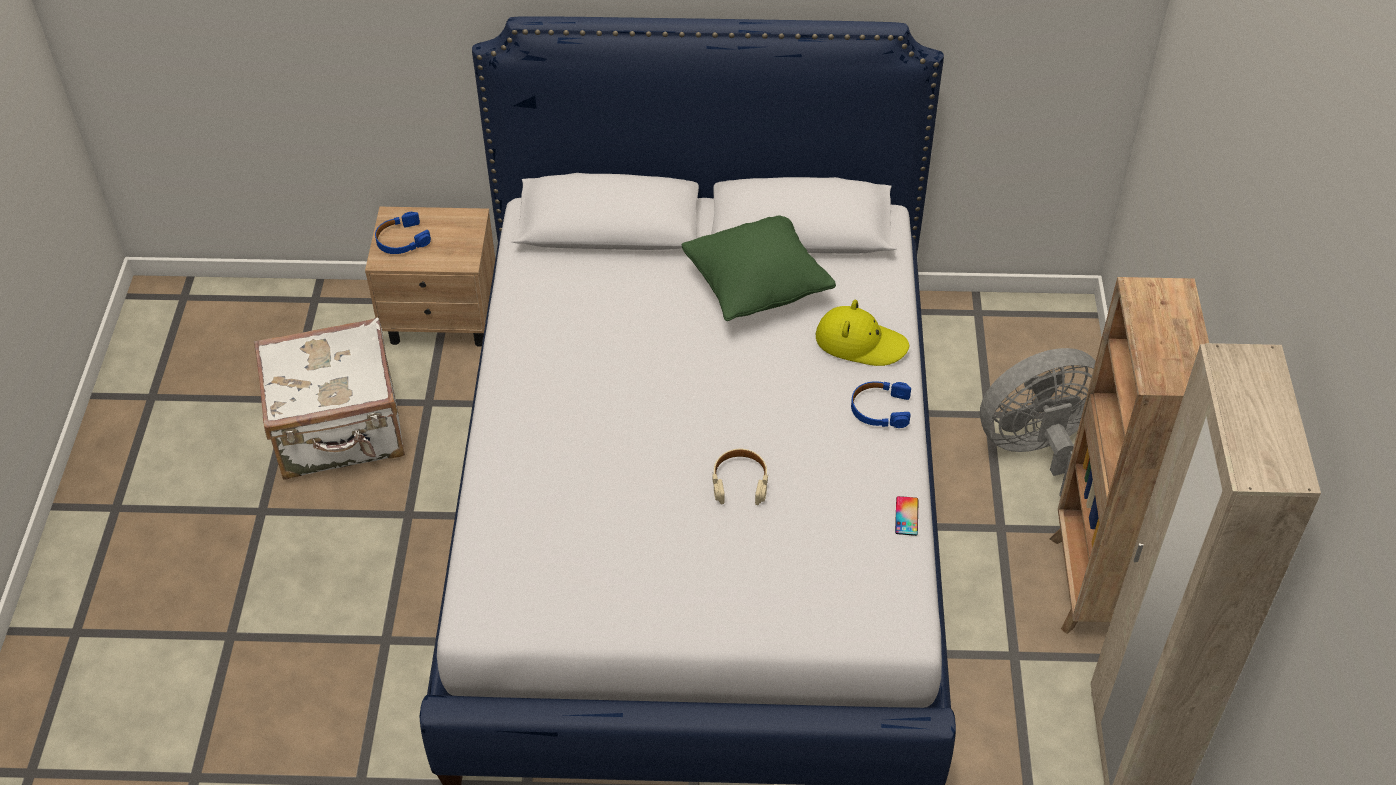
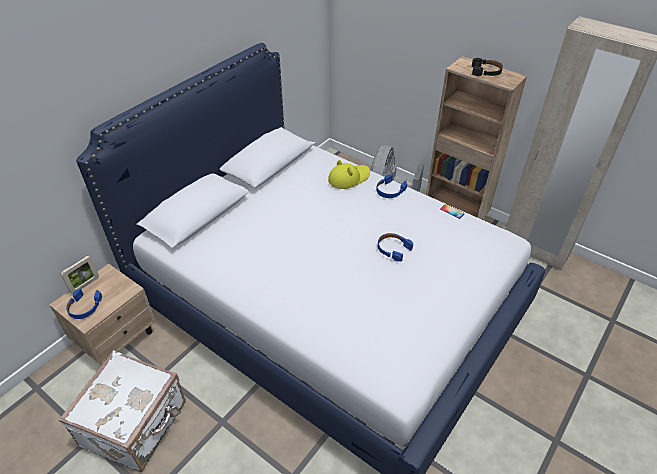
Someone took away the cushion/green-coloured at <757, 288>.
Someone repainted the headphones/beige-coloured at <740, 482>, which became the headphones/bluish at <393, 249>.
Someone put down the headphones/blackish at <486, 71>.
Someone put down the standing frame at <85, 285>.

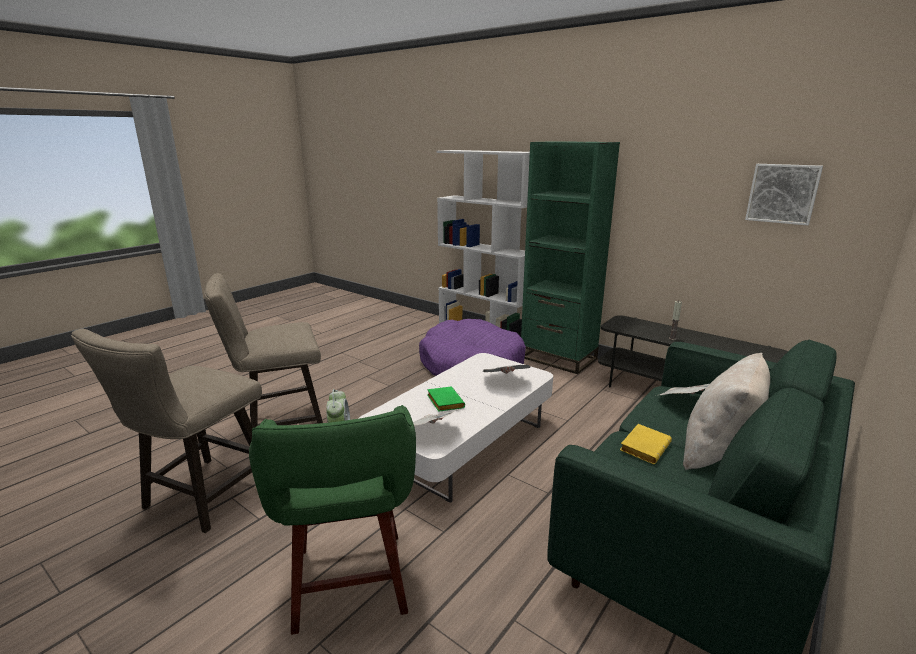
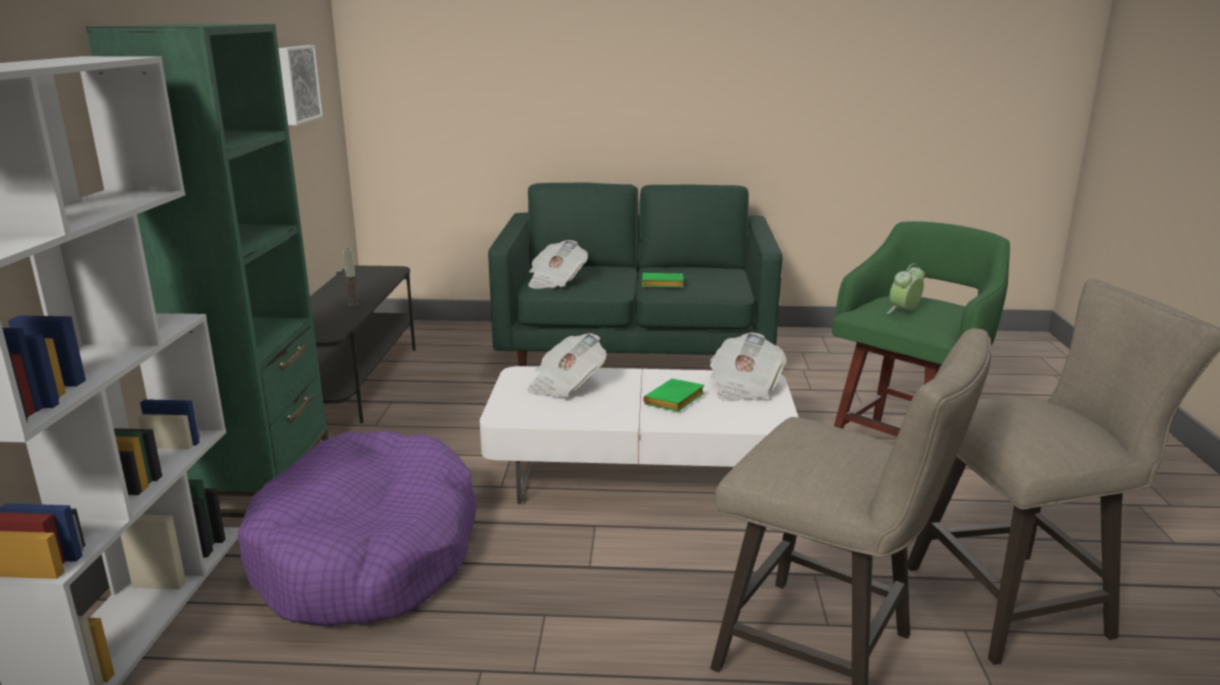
Someone took away the cushion/beige-coloured at <718, 452>.
Someone repainted the volume/yellowish at <644, 447>, which became the volume/green-coloured at <661, 285>.

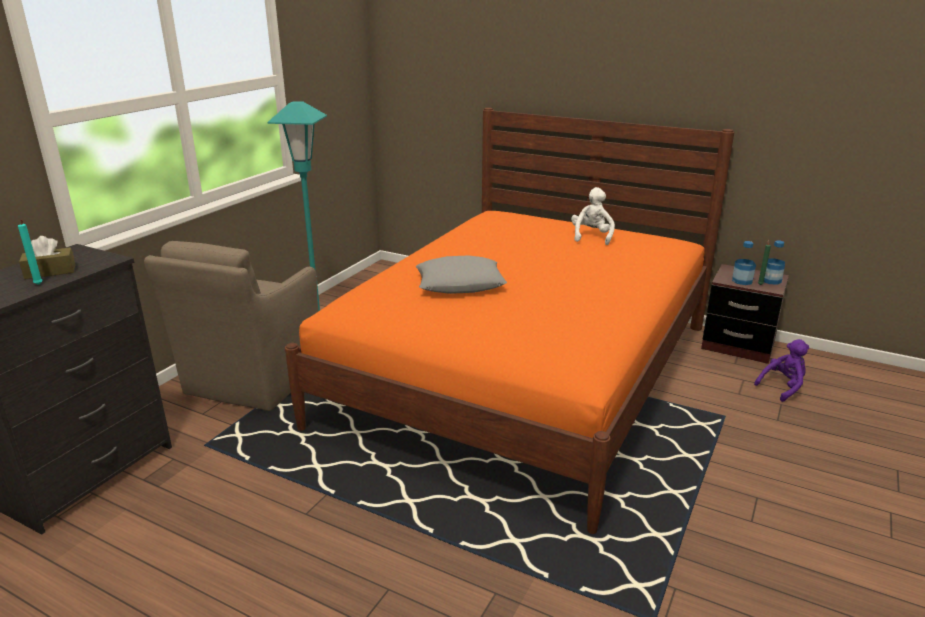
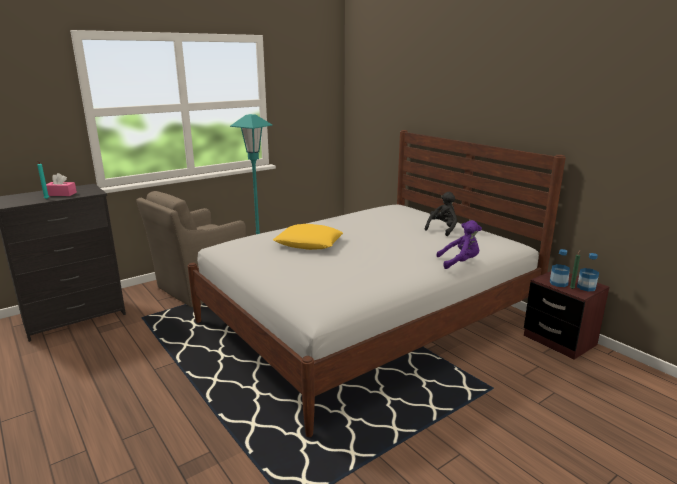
Someone repainted the bed/orange-coloured at <523, 373>, which became the bed/whitish at <367, 321>.
Someone repainted the cuddly toy/whitish at <591, 237>, which became the cuddly toy/blackish at <442, 229>.
Someone repainted the tissue box/brownish at <50, 272>, which became the tissue box/pink at <61, 194>.
Someone repainted the cushion/greyish at <459, 283>, which became the cushion/yellowish at <308, 243>.
Someone carried the cuddly toy/purplish from <782, 387> to <460, 262>.

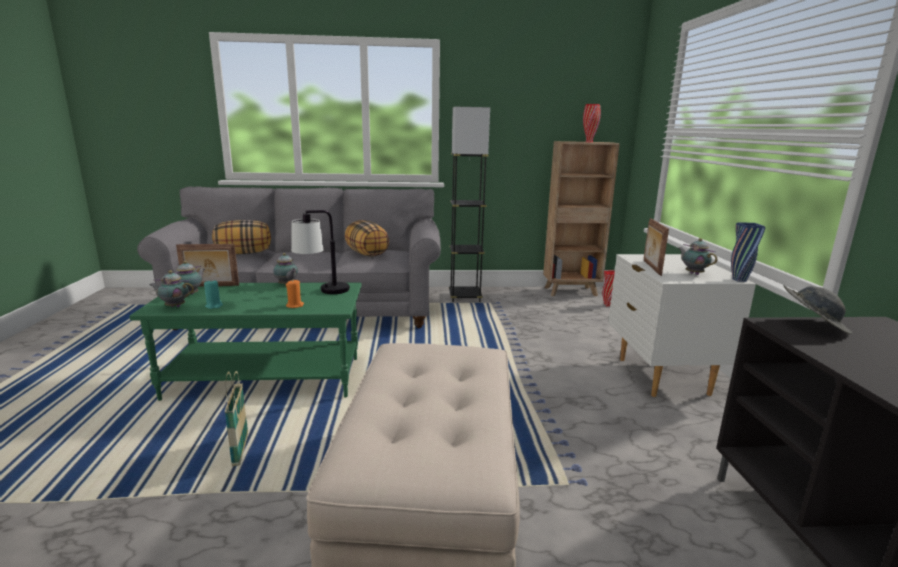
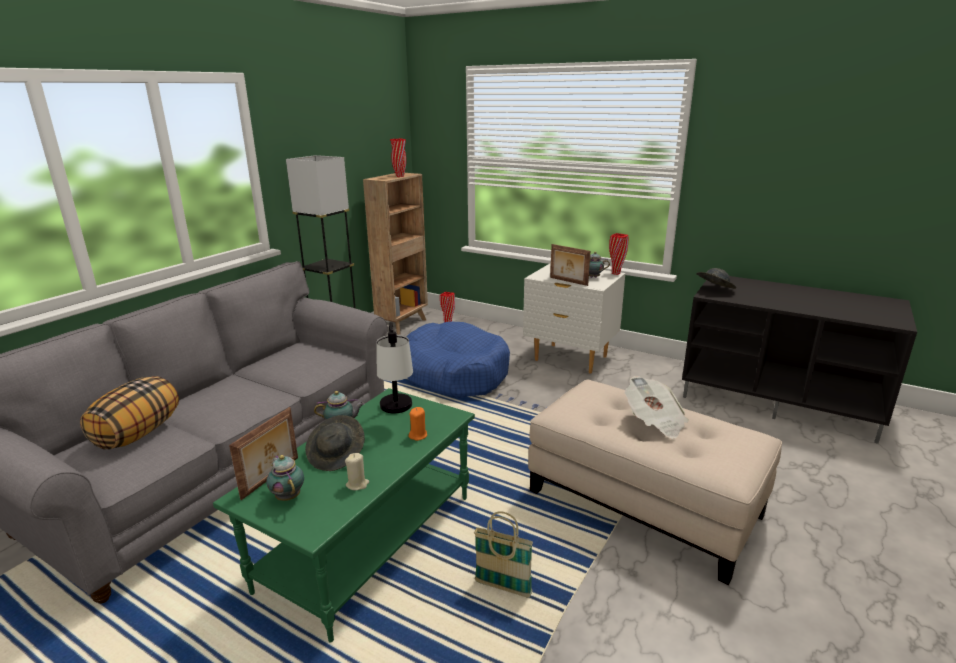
Someone took away the cushion at <367, 254>.
Someone repainted the decorative vase/bluish at <739, 280>, which became the decorative vase/reddish at <616, 273>.
Someone took away the teapot at <174, 306>.
Someone repainted the wax candle/turquoise-coloured at <214, 306>, which became the wax candle/beige-coloured at <357, 484>.
Someone put down the dog cushion/bluish at <454, 373>.
Someone put down the printed paper at <655, 421>.
Someone put down the clothing hat/greyish at <337, 455>.

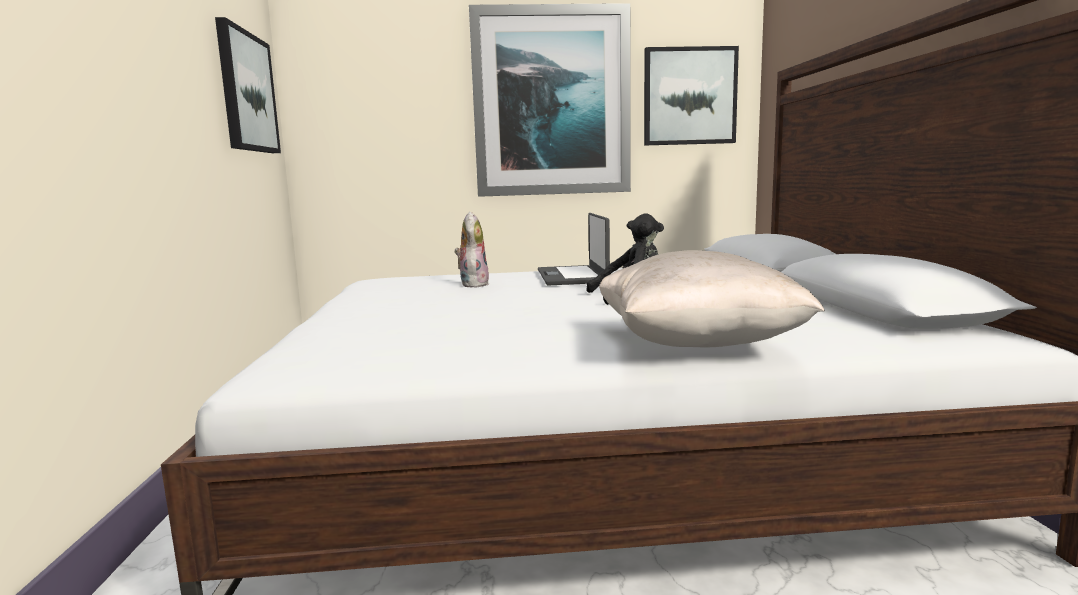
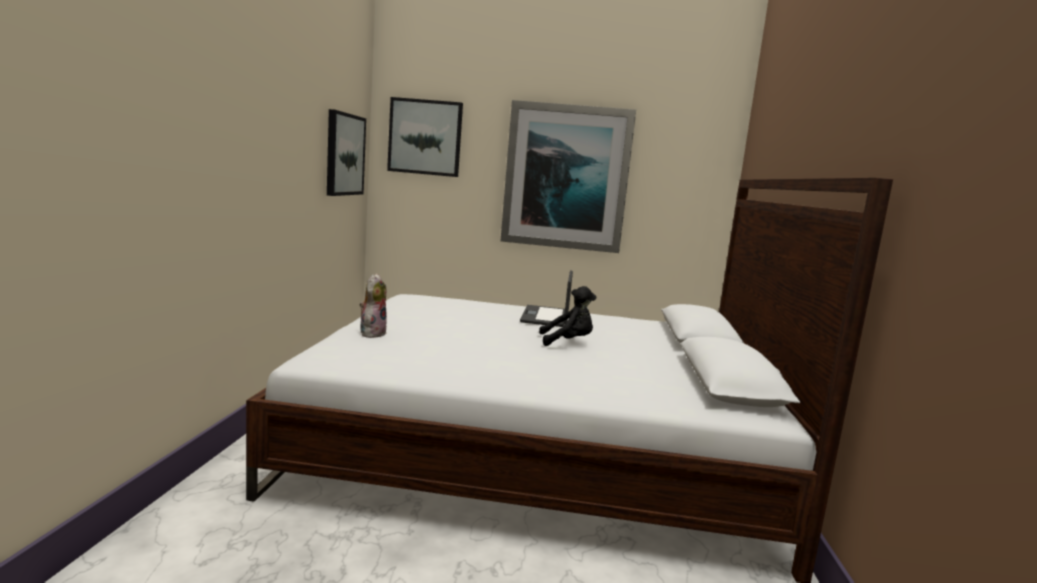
Someone carried the picture from <689, 96> to <425, 137>.
Someone carried the cuddly toy from <472, 284> to <372, 333>.
Someone took away the cushion/beige-coloured at <695, 344>.

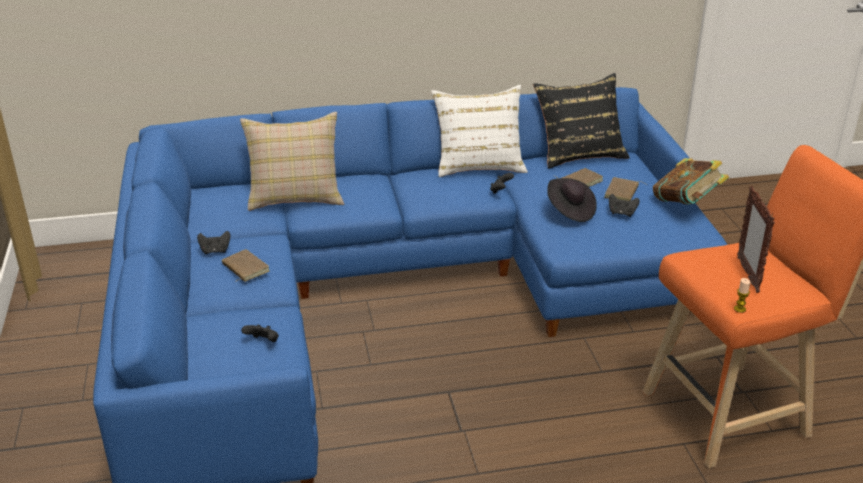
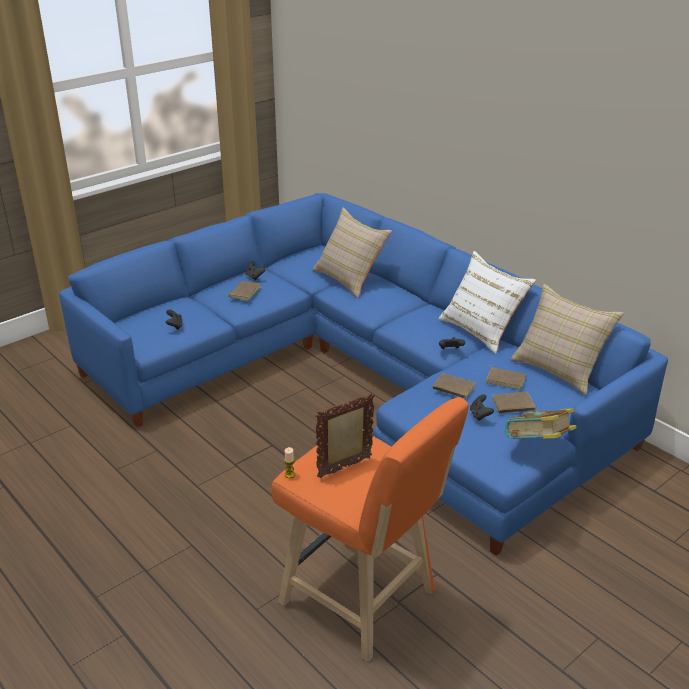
Someone repainted the cushion/blackish at <579, 154>, which became the cushion/beige-coloured at <559, 368>.
Someone swapped the clothing hat/blackish at <570, 211> for the volume/brownish at <453, 389>.

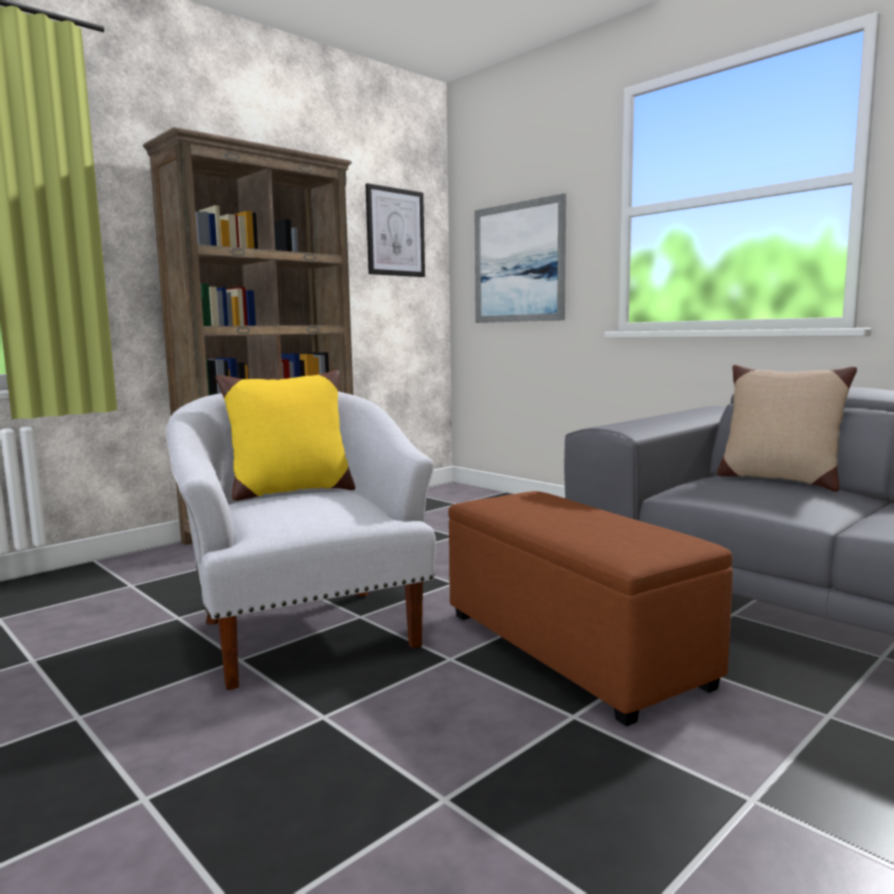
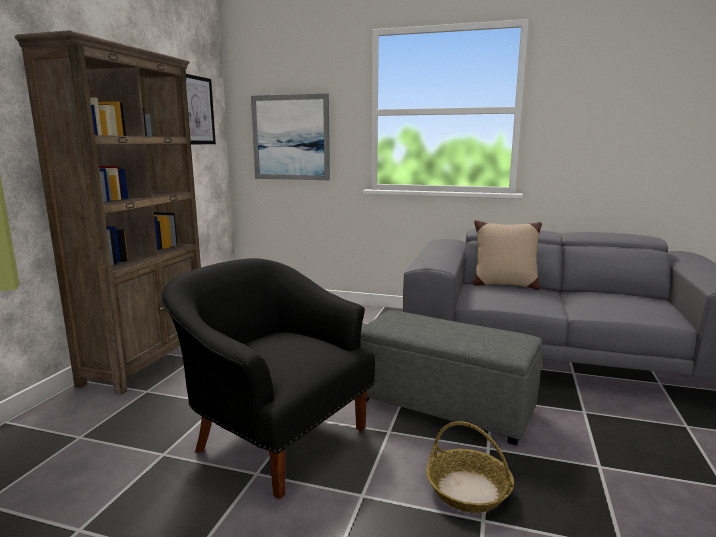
Someone took away the cushion/yellowish at <290, 492>.
Someone repainted the armchair/whitish at <307, 630>, which became the armchair/blackish at <276, 437>.
Someone repainted the footrest/brownish at <573, 649>, which became the footrest/greyish at <445, 406>.
Someone put down the household basket at <468, 490>.

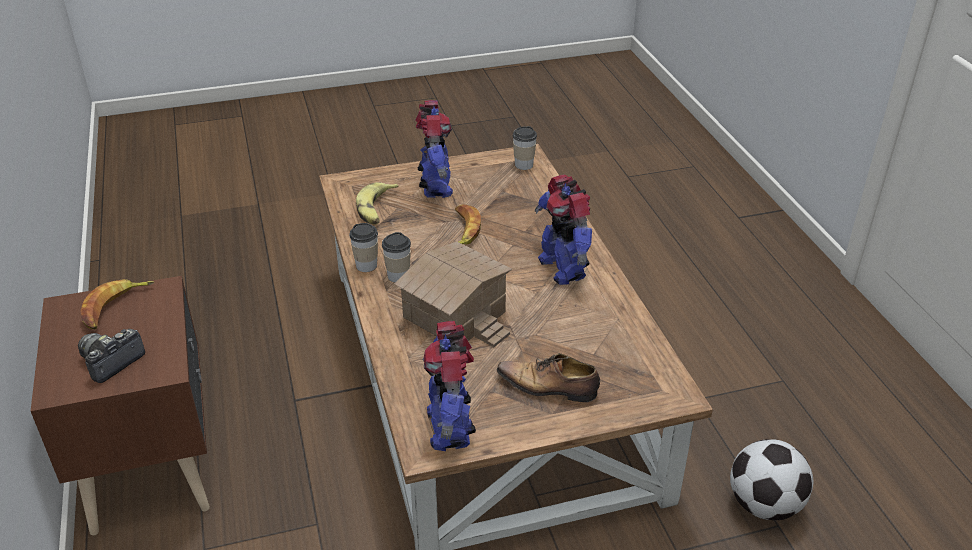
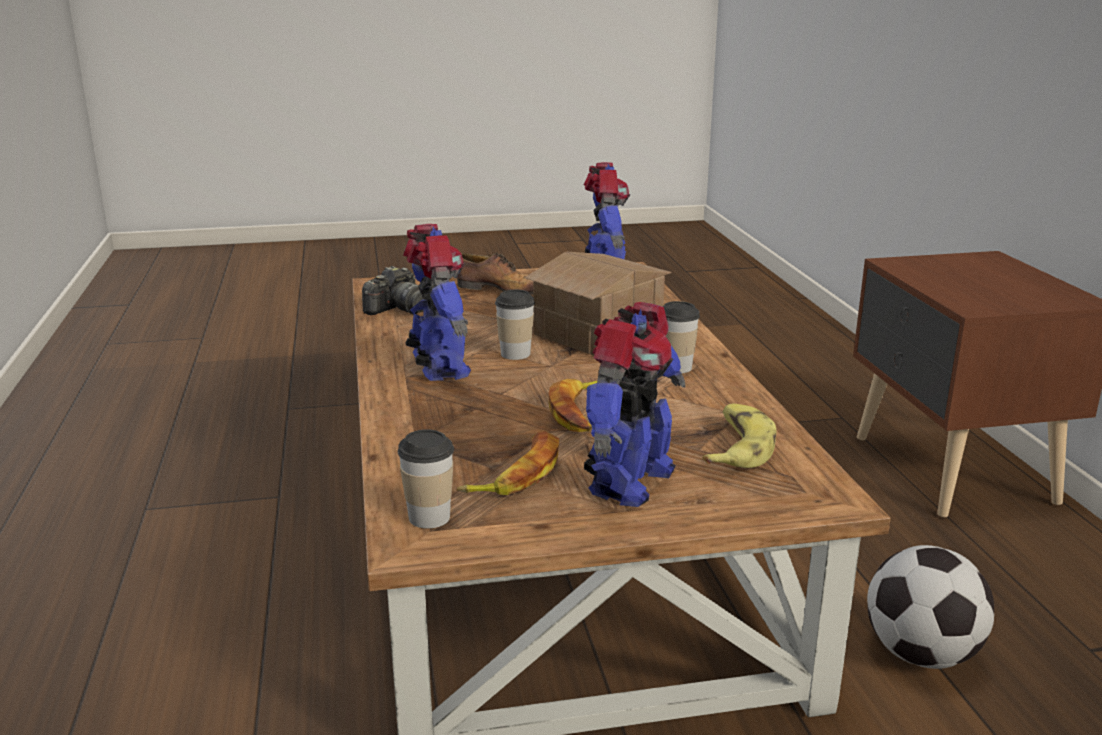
Someone rotated the robot figure at <435, 186> by 150 degrees counterclockwise.
Someone carried the cup from <366, 265> to <515, 354>.
Someone carried the whole banana from <115, 307> to <517, 474>.
Someone carried the photo camera from <111, 362> to <398, 309>.
Someone carried the football ball from <764, 505> to <920, 654>.

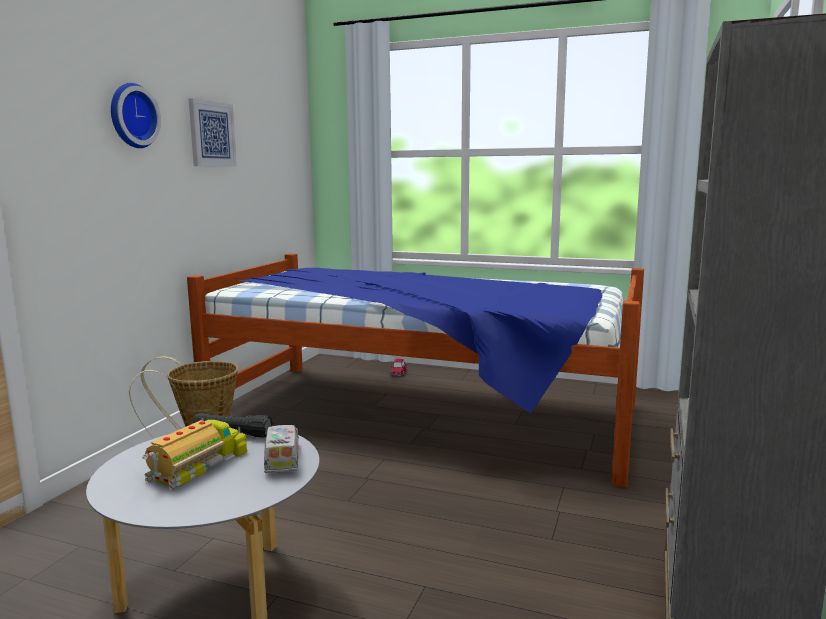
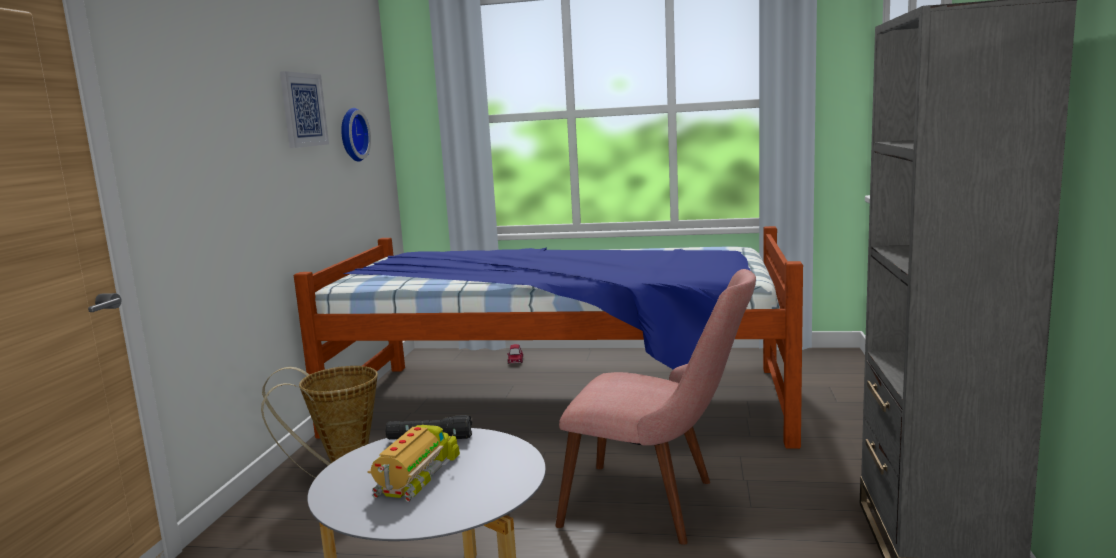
Someone carried the wall clock from <131, 116> to <351, 135>.
Someone took away the toy truck at <282, 459>.
Someone put down the upright chair/pink at <659, 504>.

